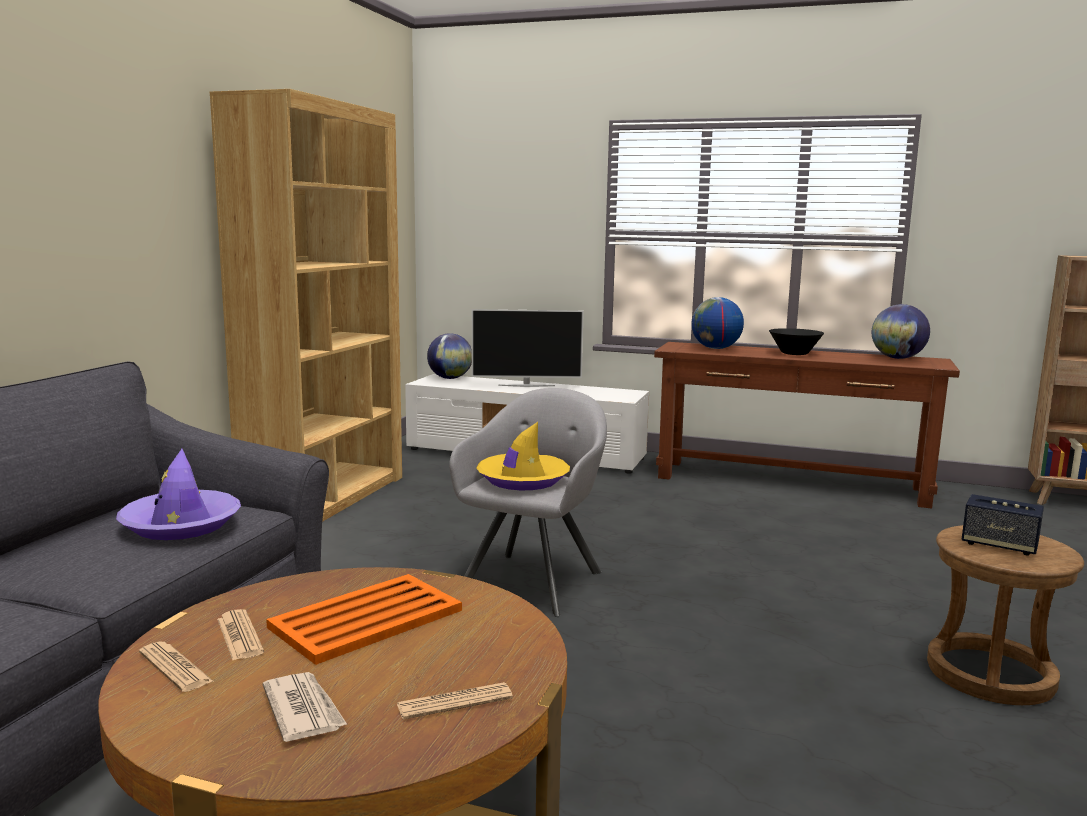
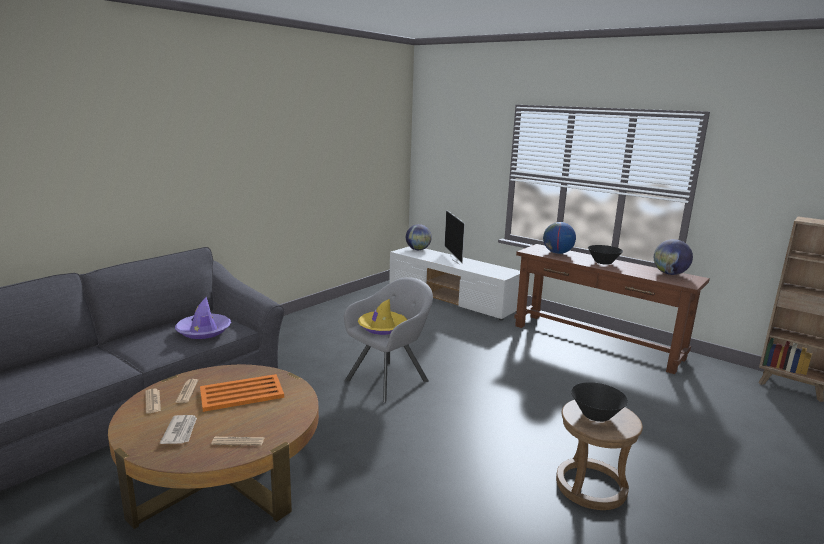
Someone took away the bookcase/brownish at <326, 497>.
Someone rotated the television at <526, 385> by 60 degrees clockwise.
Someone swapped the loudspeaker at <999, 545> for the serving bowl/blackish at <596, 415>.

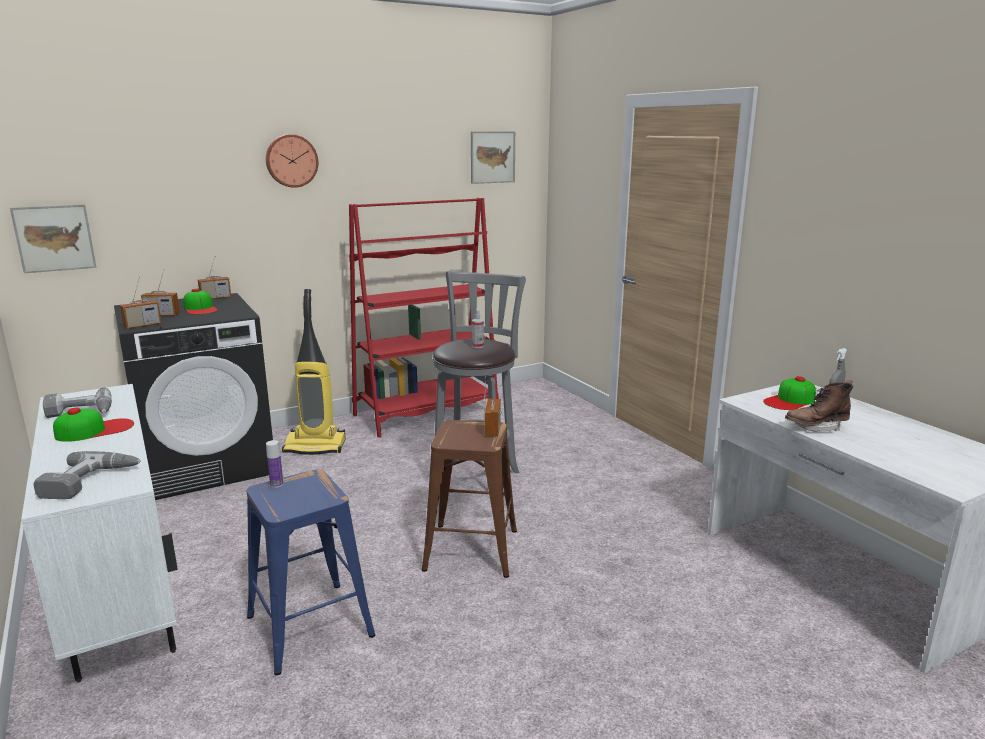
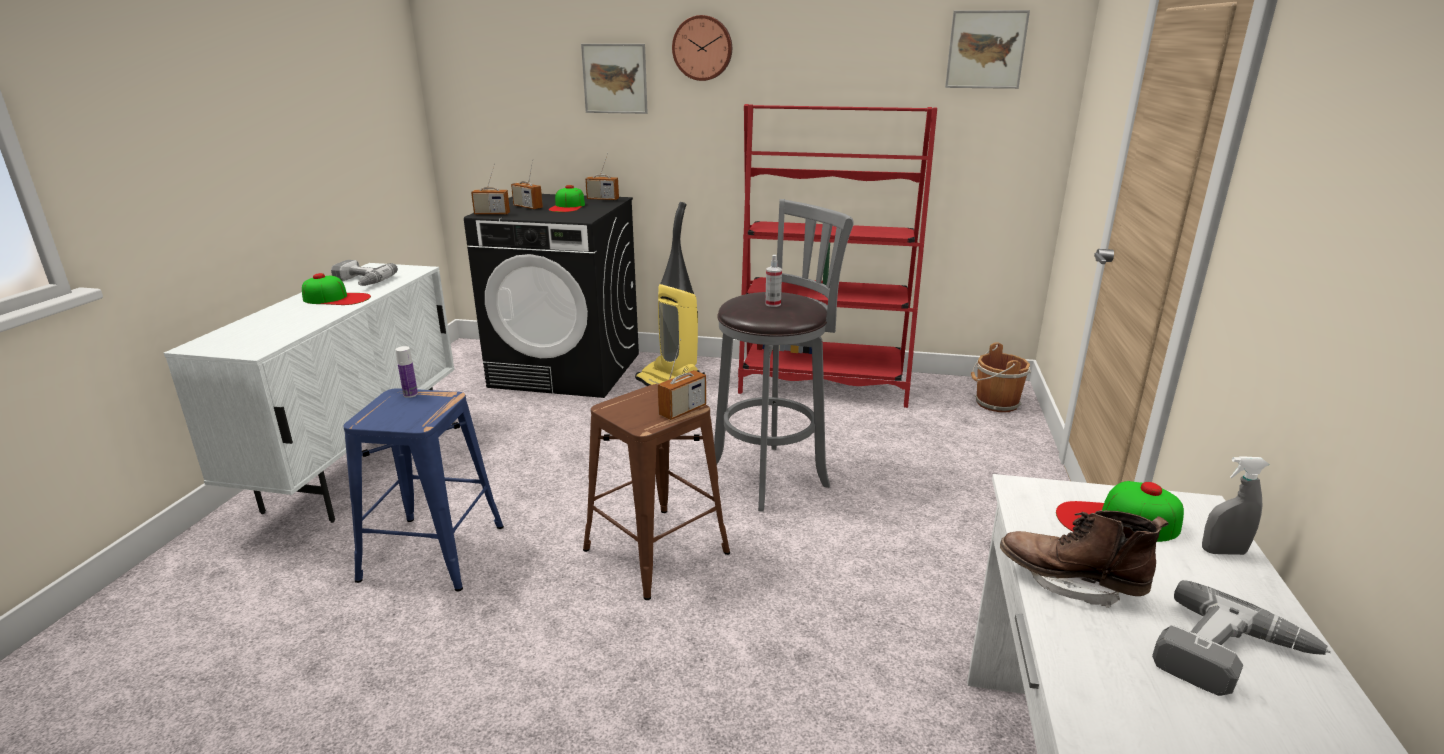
Someone carried the picture from <54, 238> to <615, 78>.
Someone carried the power drill from <90, 482> to <1232, 659>.
Someone put down the pail/brownish at <995, 403>.

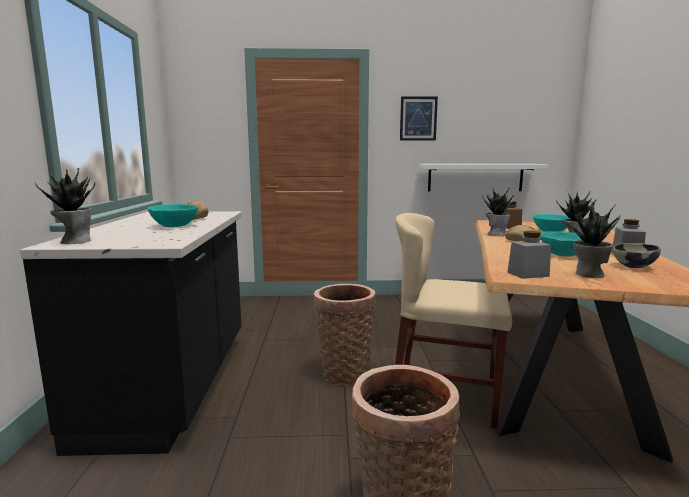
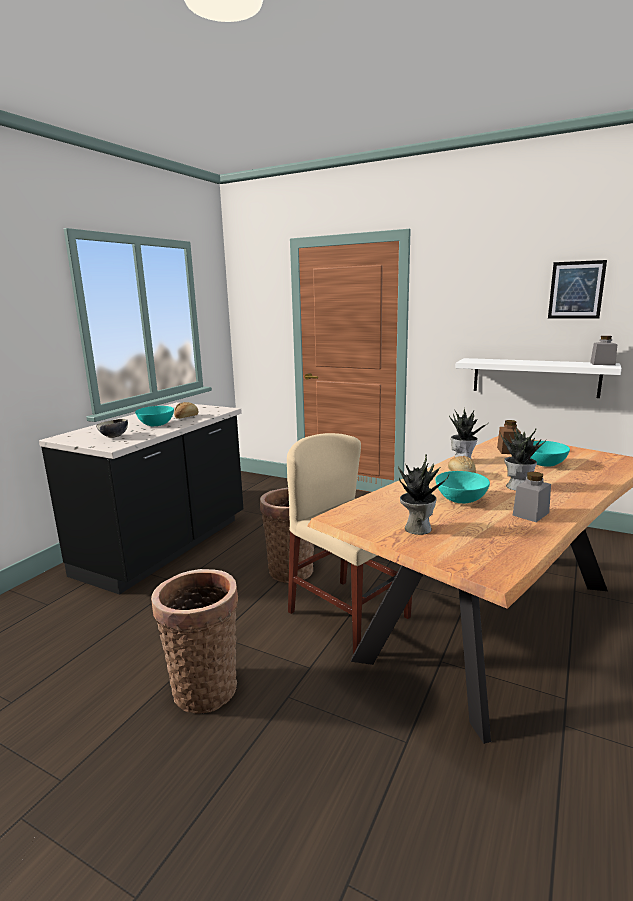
Someone carried the picture from <418, 118> to <576, 290>.
Someone took away the potted plant at <75, 241>.
Someone carried the jar/greyish from <528, 274> to <602, 364>.
Someone carried the serving bowl from <634, 267> to <114, 436>.

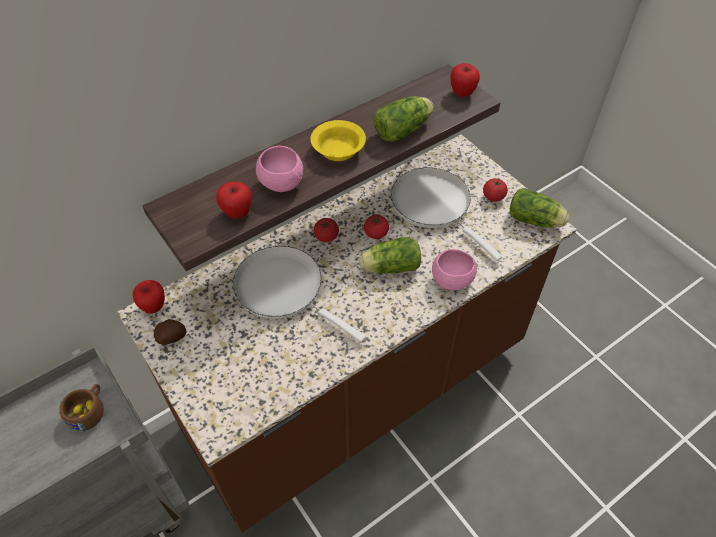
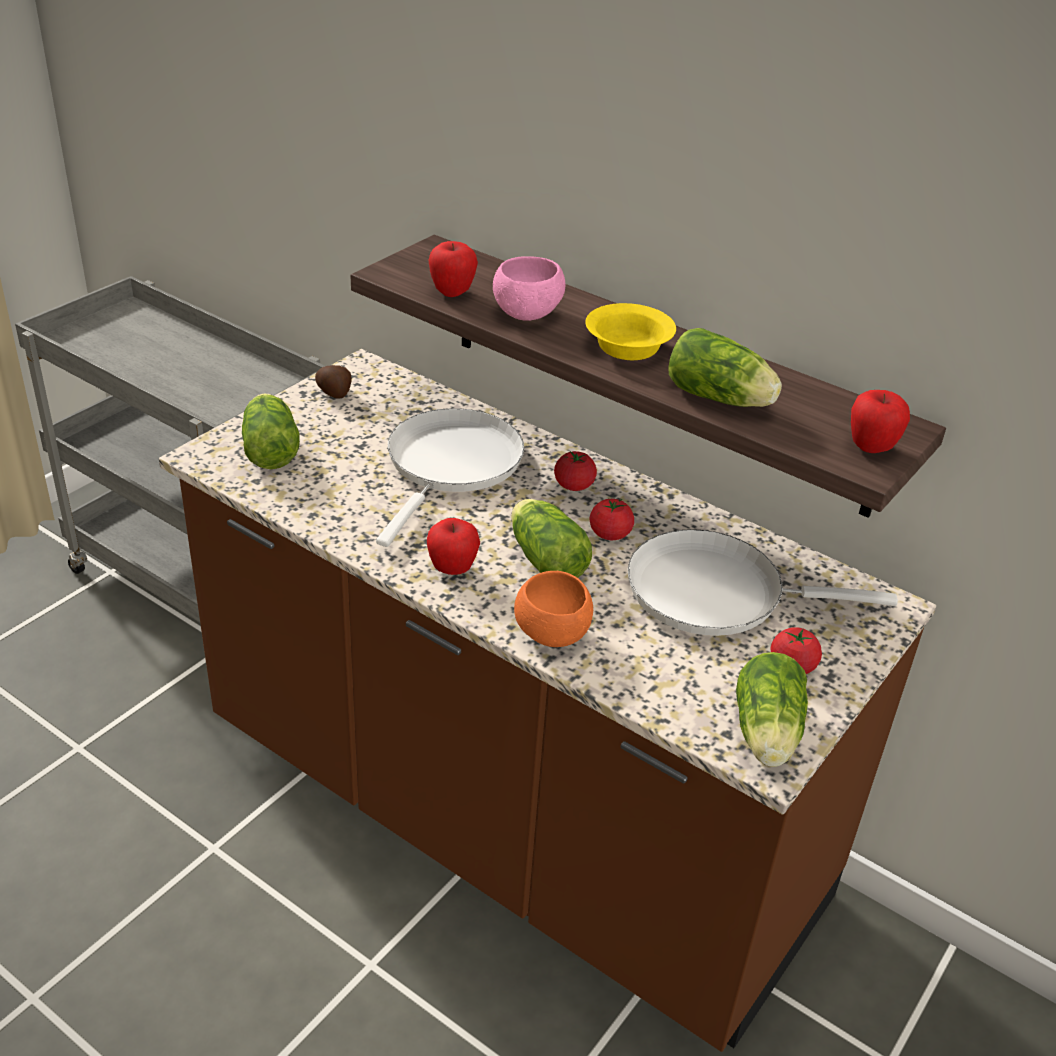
Someone rotated the pan/whitish at <434, 206> by 120 degrees counterclockwise.
Someone repainted the serving bowl/pink at <452, 281>, which became the serving bowl/orange-coloured at <551, 634>.
Someone carried the apple from <153, 307> to <452, 569>.
Someone took away the cup/brownish at <88, 411>.
Someone put down the head of lettuce at <270, 448>.

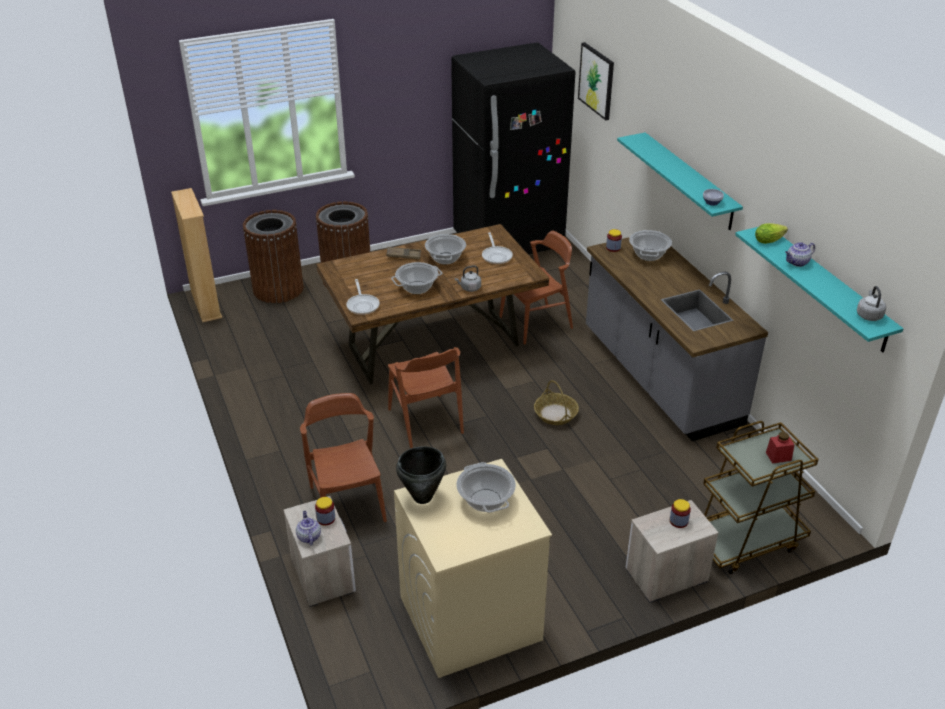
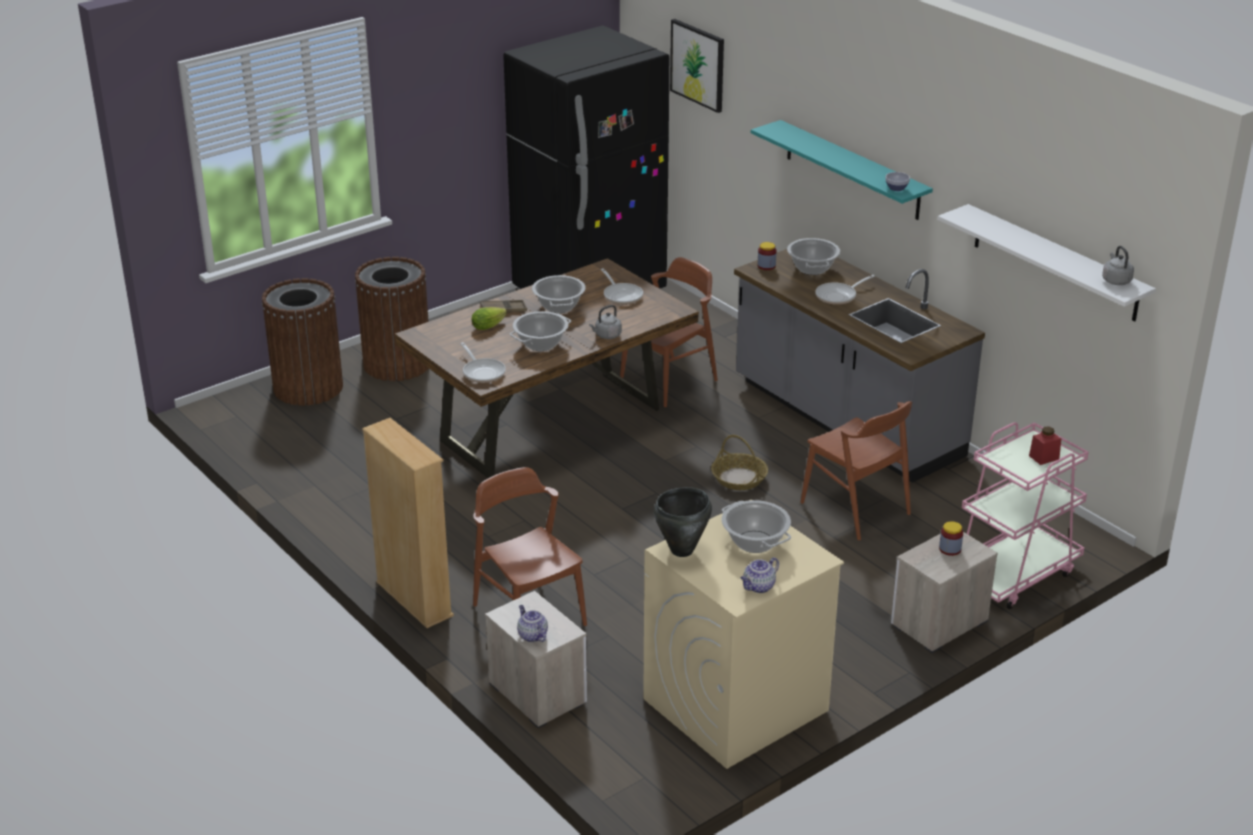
Someone carried the bookcase/beige-coloured from <206, 305> to <414, 599>.
Someone carried the head of lettuce from <770, 240> to <490, 325>.
Someone repainted the wall shelf/turquoise-coloured at <826, 288>, which became the wall shelf/whitish at <1055, 263>.
Someone carried the teapot from <797, 263> to <758, 587>.
Someone carried the upright chair/brownish from <425, 421> to <855, 508>.
Someone repainted the wheeled cart/brownish at <745, 541>, which became the wheeled cart/pink at <1013, 574>.
Someone took away the jar at <326, 518>.
Someone put down the pan at <838, 296>.

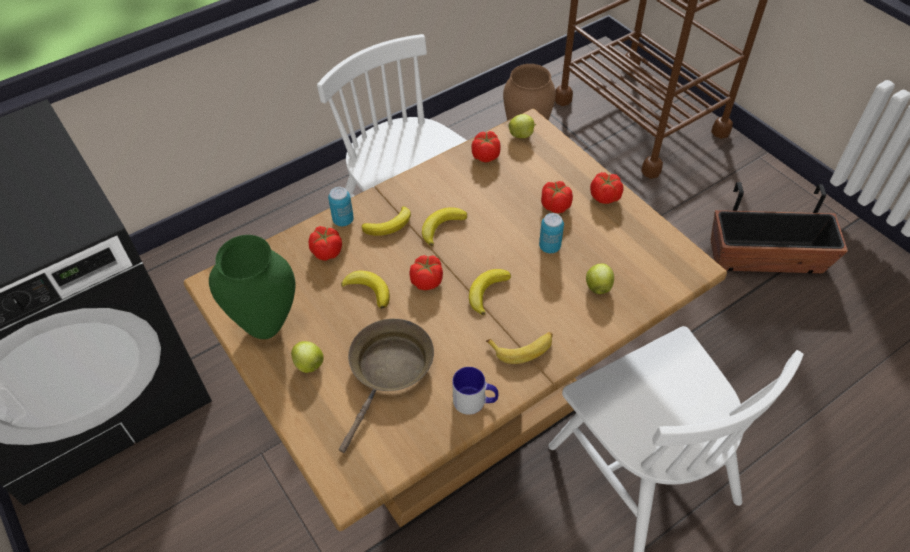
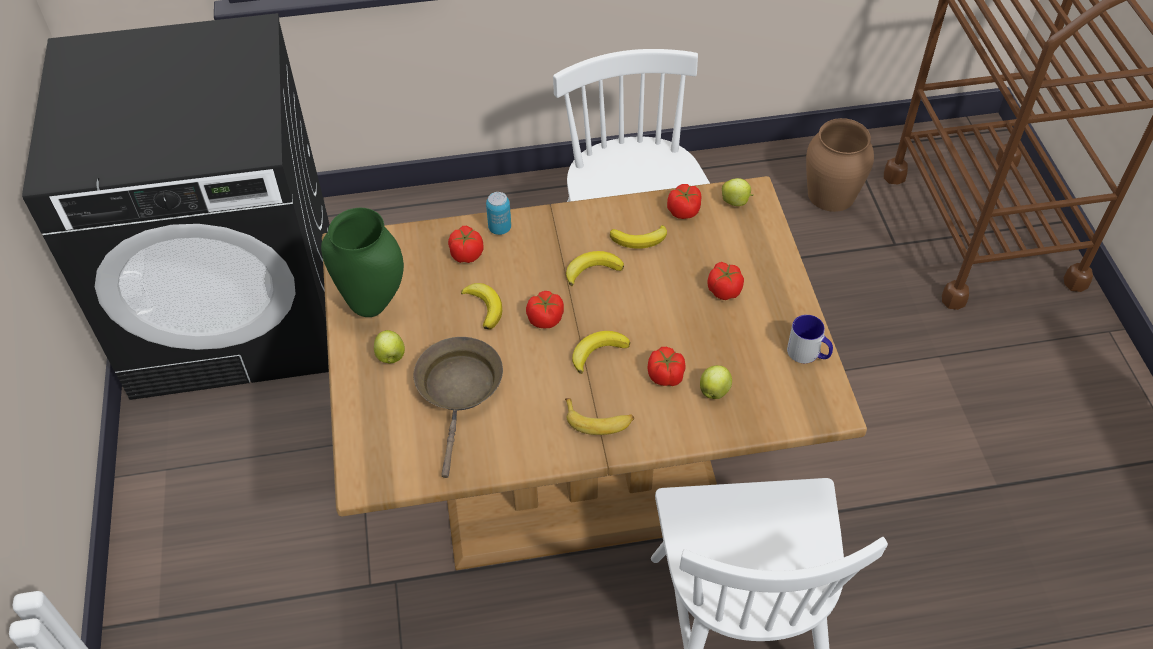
Someone carried the whole tomato from <605, 197> to <666, 376>.
Someone took away the planter at <765, 258>.
Someone carried the whole banana from <389, 225> to <640, 240>.
Someone took away the can at <549, 247>.
Someone rotated the pan/brownish at <389, 370> by 45 degrees counterclockwise.
Someone carried the coffee mug from <475, 401> to <808, 354>.

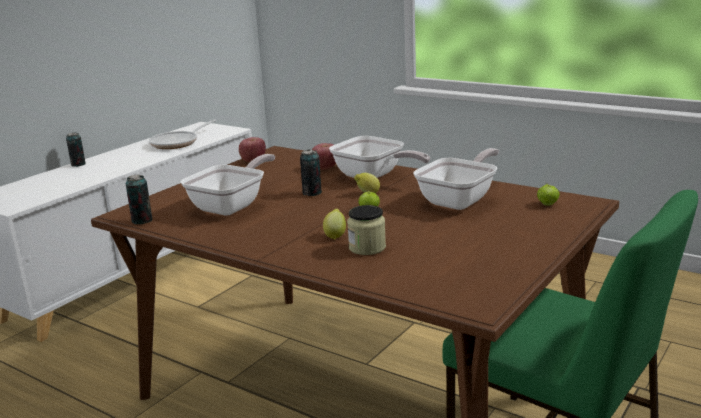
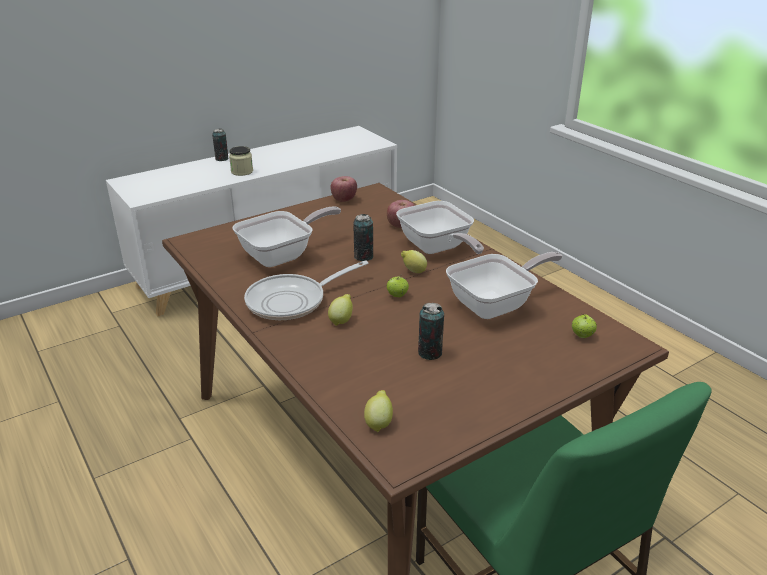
Someone carried the pan from <178, 143> to <292, 301>.
Someone carried the can from <142, 221> to <430, 353>.
Someone carried the jar from <367, 247> to <242, 171>.
Someone put down the citrus fruit at <379, 423>.

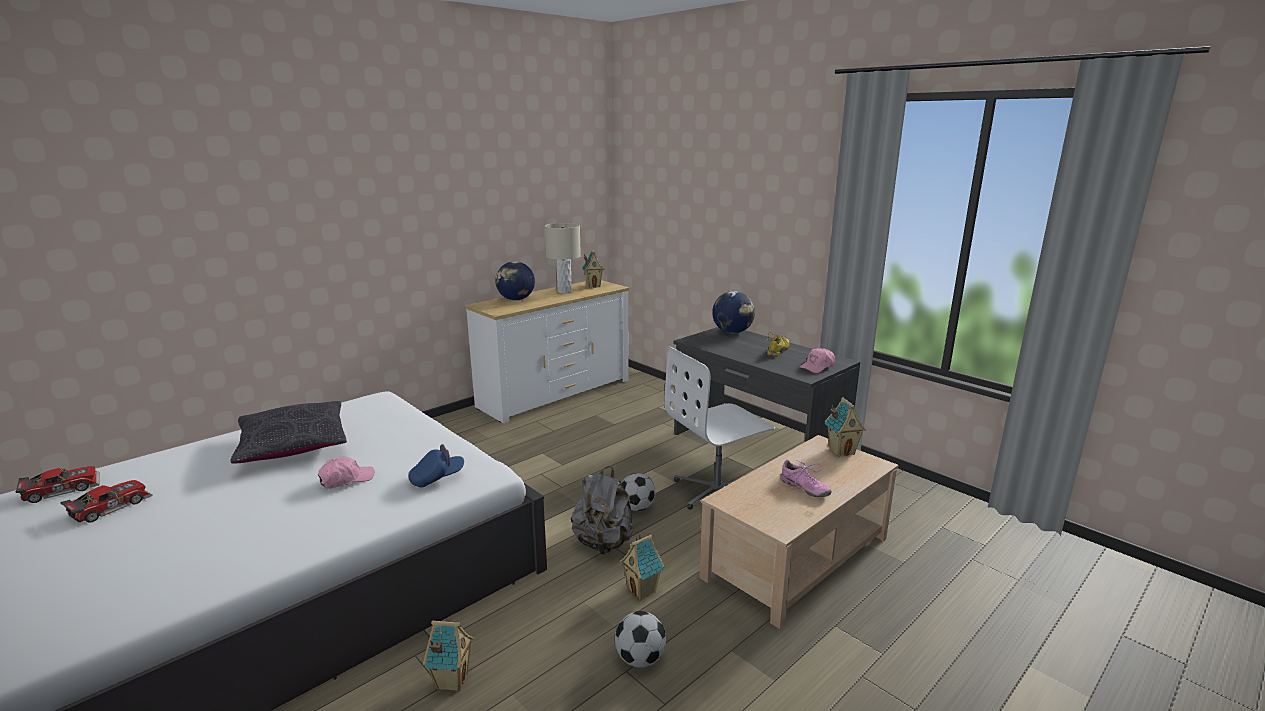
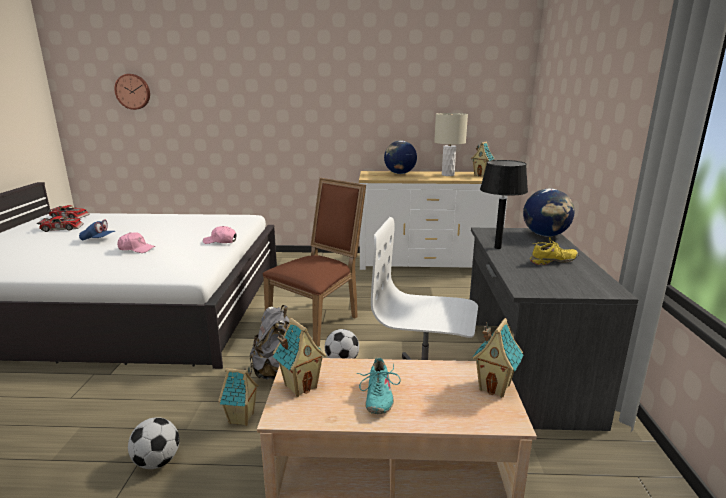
Someone carried the peaked cap/pink from <817, 367> to <220, 241>.
Someone took away the cushion/blackish at <294, 446>.
Someone carried the peaked cap/bluish from <437, 478> to <98, 240>.
Someone repainted the shoe/pink at <804, 488>, which became the shoe/turquoise-coloured at <378, 397>.
Someone carried the toy house from <451, 680> to <301, 386>.
Someone put up the wall clock at <133, 91>.
Someone put down the table lamp/blackish at <498, 247>.
Someone put down the upright chair/brownish at <318, 320>.

